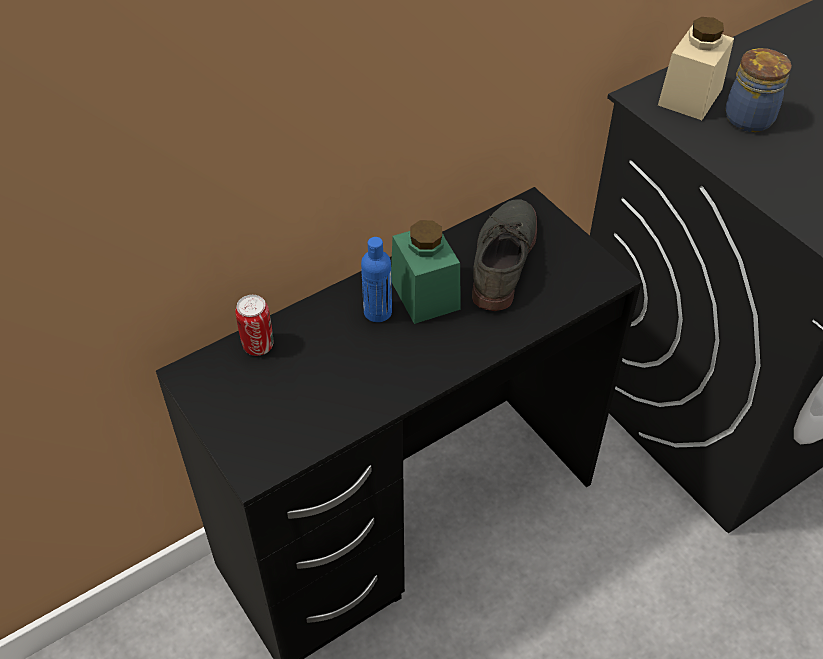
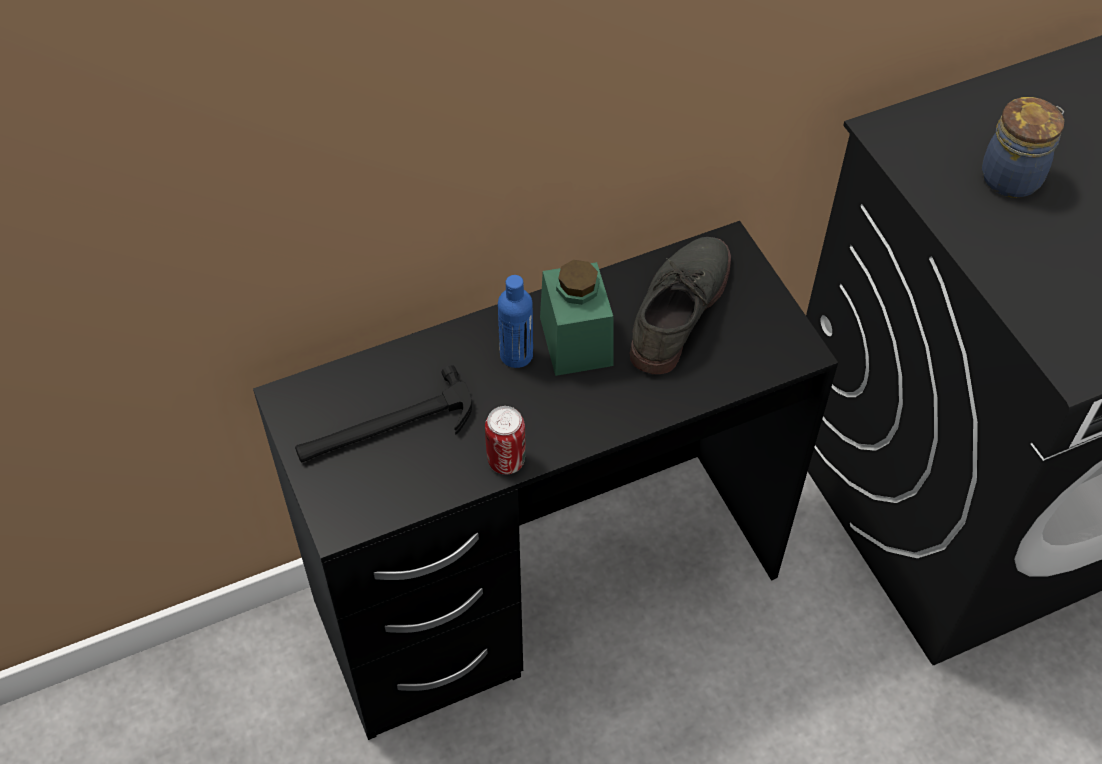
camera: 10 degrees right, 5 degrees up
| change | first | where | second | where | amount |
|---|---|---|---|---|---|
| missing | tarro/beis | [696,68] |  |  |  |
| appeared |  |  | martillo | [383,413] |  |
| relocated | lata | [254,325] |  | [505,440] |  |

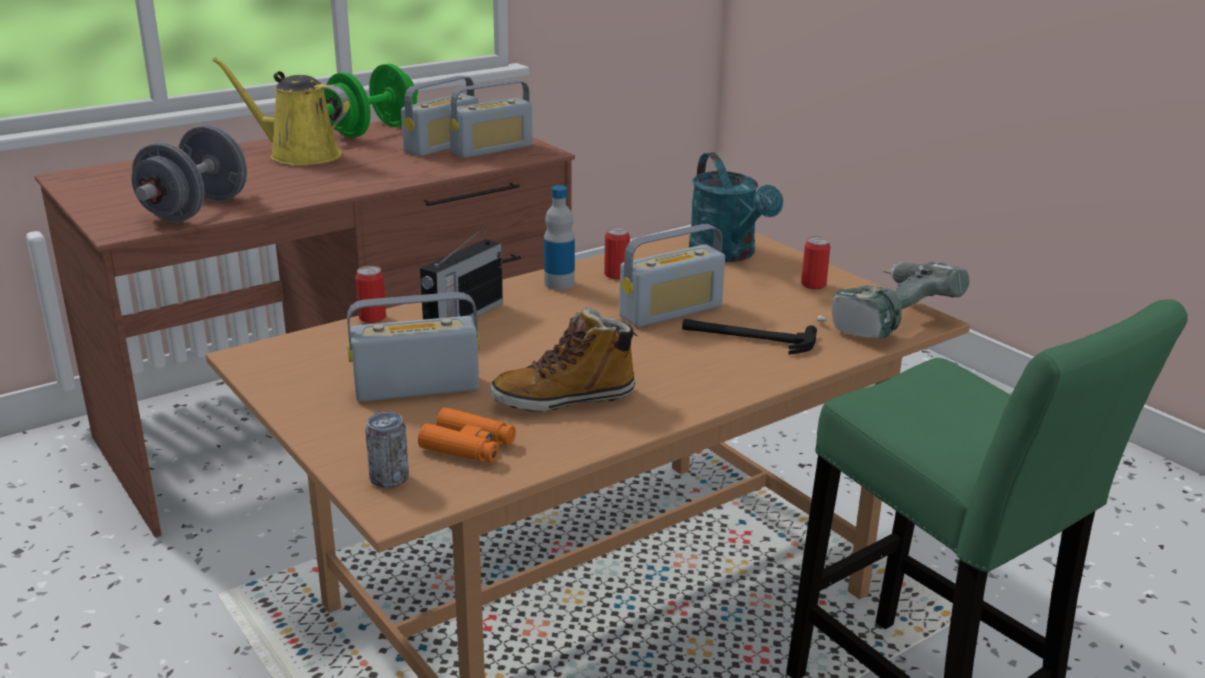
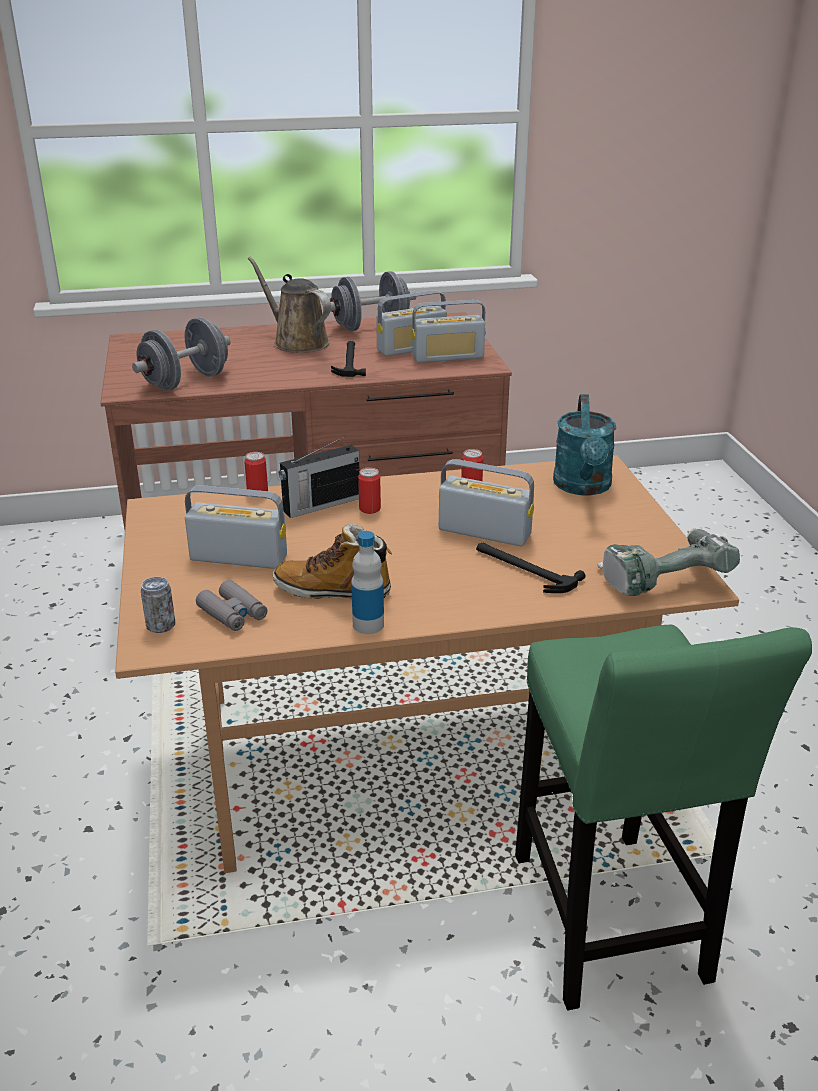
camera: 25 degrees right, 5 degrees up
| change | first | where | second | where | amount |
|---|---|---|---|---|---|
| appeared |  |  | martillo | [348,359] |  |
| relocated | botella | [559,237] |  | [367,582] |  |
| relocated | lata | [815,262] |  | [369,490] |  |
| colour | regadera/amarillo | [281,111] | regadera/marrón | [289,305] |  |
| colour | mancuerna/verde | [370,101] | mancuerna/gris | [373,301] |  |
| colour | prismáticos/naranja | [467,435] | prismáticos/gris | [231,605] |  |
| spun | radio | [672,275] |  | [486,502] | 150 degrees counterclockwise |

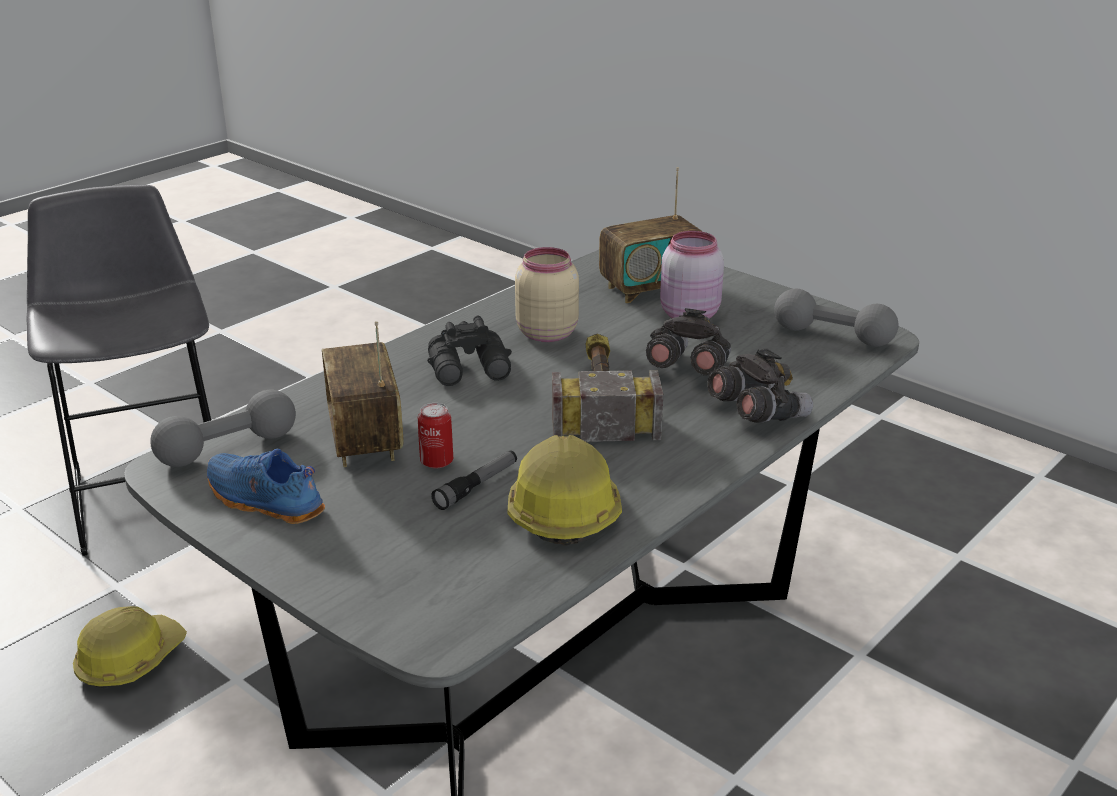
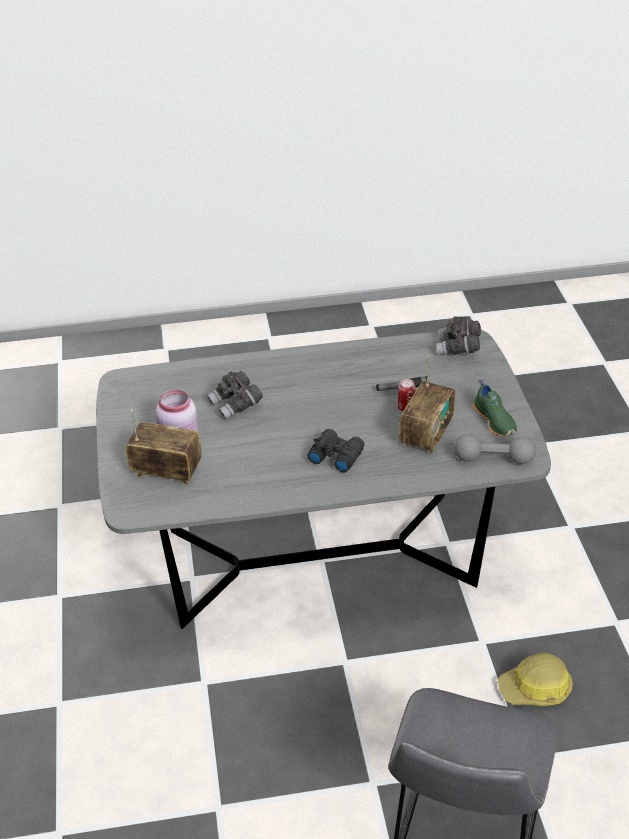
camera: 140 degrees left, 10 degrees up
| change | first | where | second | where | amount |
|---|---|---|---|---|---|
| missing | casco | [565,490] |  |  |  |
| missing | tarro/beis | [547,294] |  |  |  |
| missing | martillo | [607,388] |  |  |  |
| missing | mancuerna/gris | [836,318] |  |  |  |
| relocated | prismáticos/gris | [760,386] |  | [458,335] |  |
| colour | zapato/azul | [266,486] | zapato/verde | [495,408] |  |

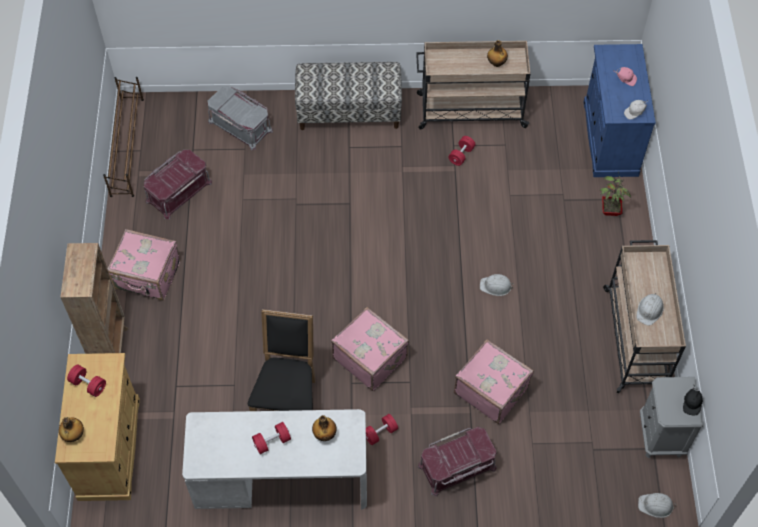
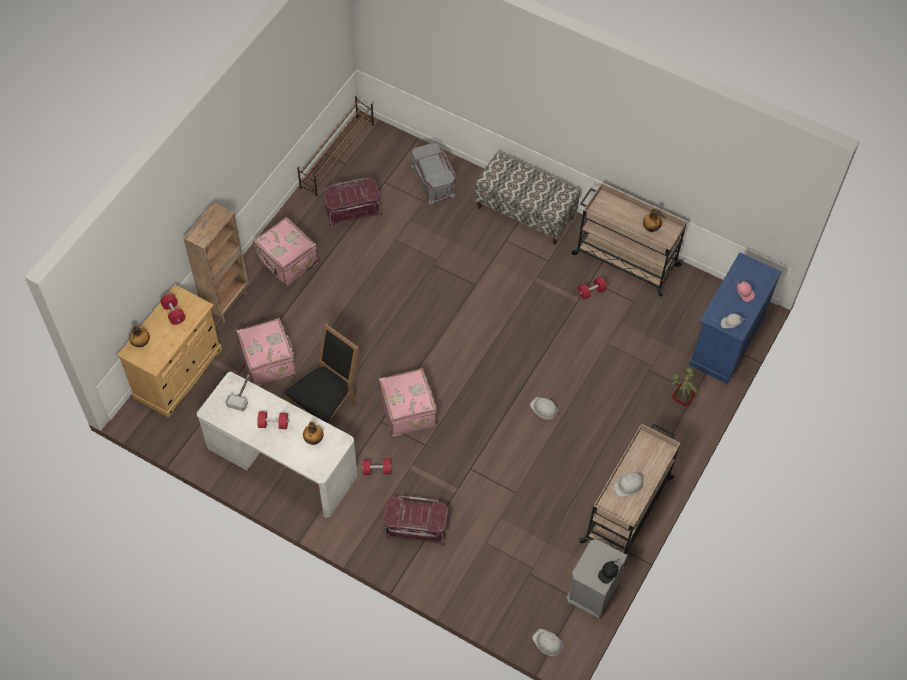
camera: 30 degrees right, 0 degrees up
| change | first | where | second | where | amount |
|---|---|---|---|---|---|
| appeared |  |  | martillo | [238,393] |  |
| relocated | maleta/rosa | [494,381] |  | [266,352] |  |

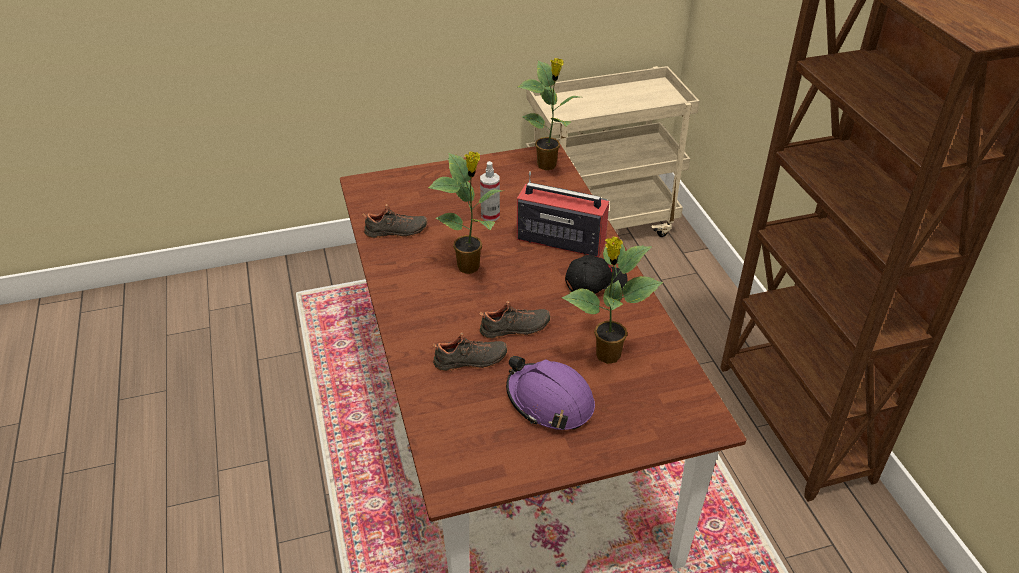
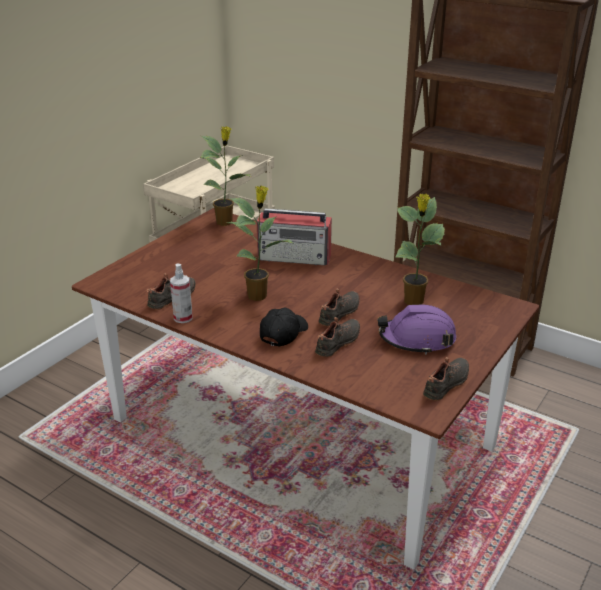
camera: 40 degrees left, 10 degrees down
| change | first | where | second | where | amount |
|---|---|---|---|---|---|
| appeared |  |  | zapato/negro | [446,379] |  |
| relocated | pulverizador | [490,191] |  | [181,293] |  |
| relocated | gorra/negro | [596,274] |  | [284,327] |  |
| spun | radio | [562,214] |  | [294,236] | 150 degrees counterclockwise |

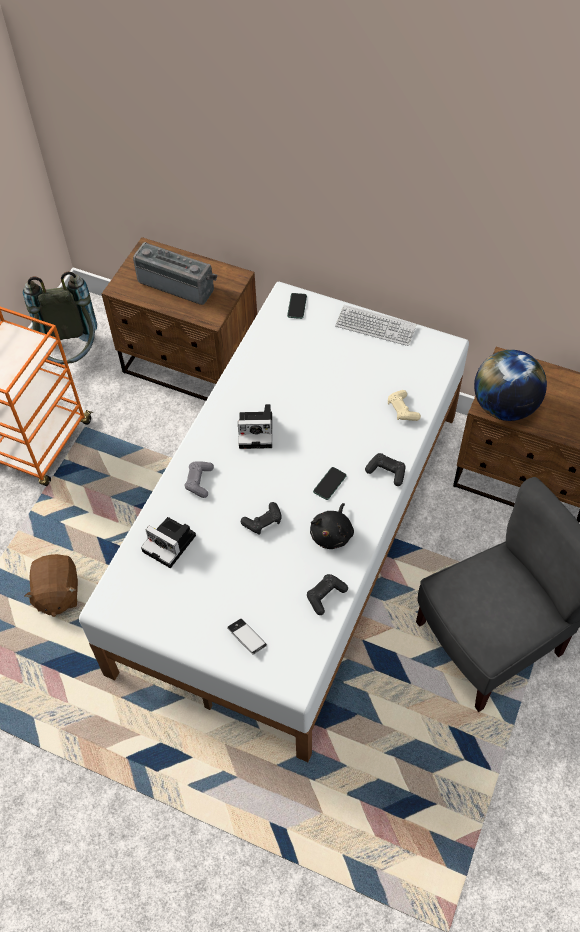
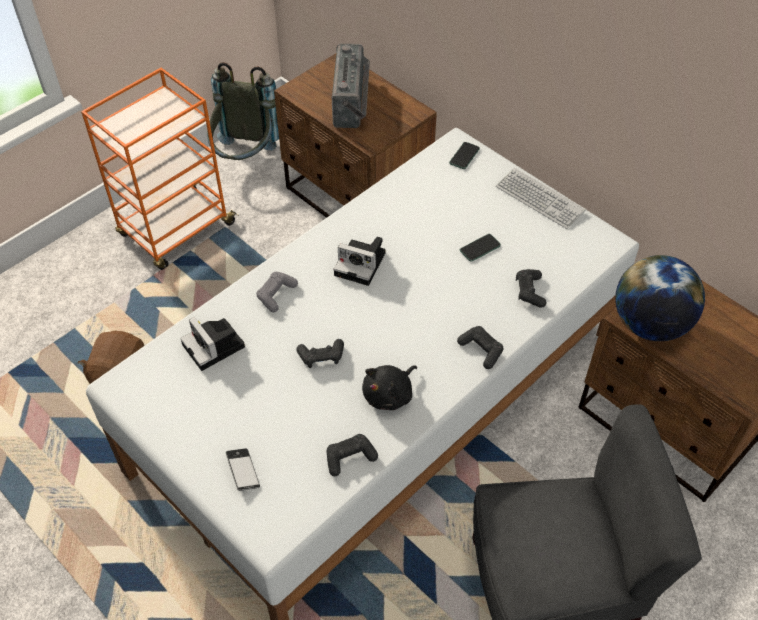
camera: 20 degrees right, 5 degrees down
| change | first | where | second | where | amount |
|---|---|---|---|---|---|
| relocated | móvil | [330,483] |  | [480,248] |  |
| colour | mando de consola/beis | [404,405] | mando de consola/negro | [531,288] |  |
| spun | radio | [175,273] |  | [350,86] | 45 degrees clockwise |

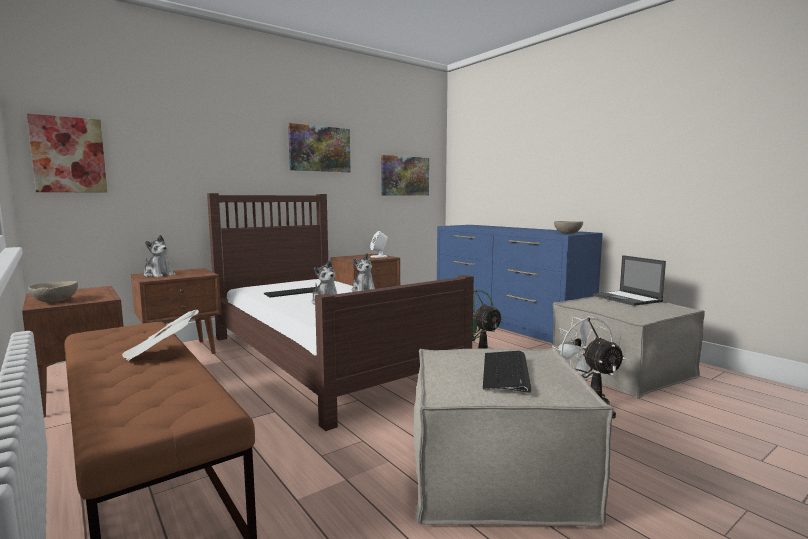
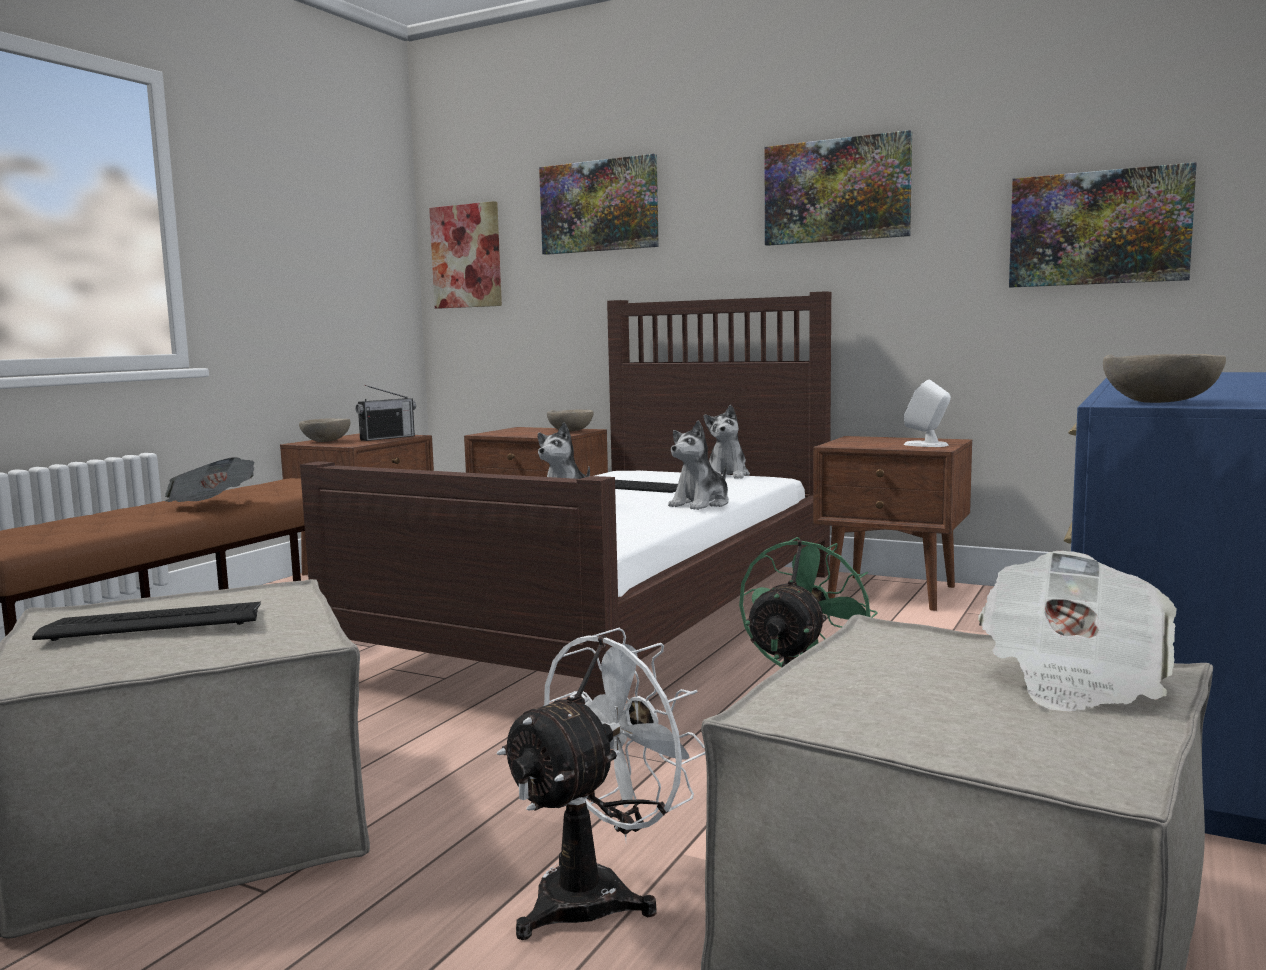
camera: 65 degrees right, 0 degrees up
| change | first | where | second | where | amount |
|---|---|---|---|---|---|
| appeared |  |  | radio | [385,413] |  |
| appeared |  |  | cuadro | [599,204] |  |
| appeared |  |  | cuenco/beis | [570,421] |  |
| relocated | peluche | [160,256] |  | [727,442] |  |
| exchanged | portátil | [629,280] | periódico | [1077,631] |  |

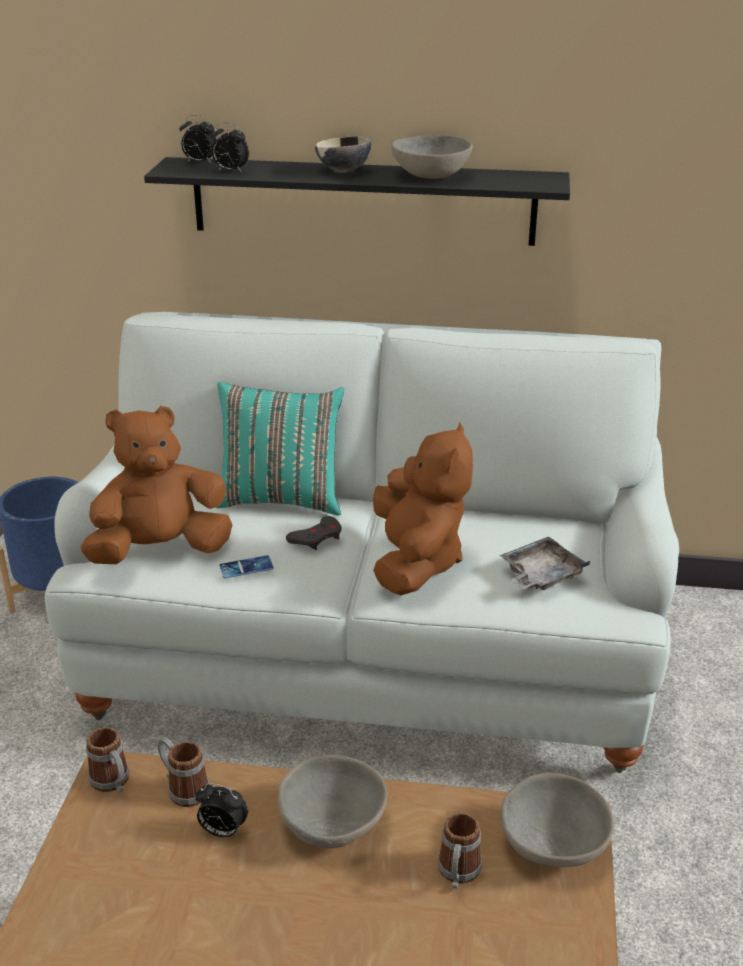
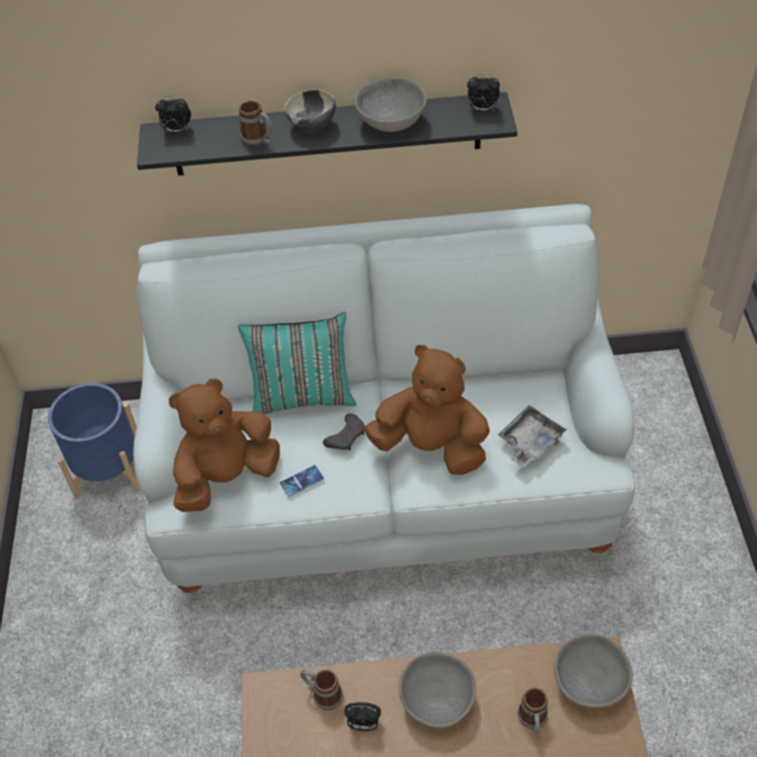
camera: 10 degrees left, 20 degrees up
| change | first | where | second | where | amount |
|---|---|---|---|---|---|
| relocated | taza grande | [108,760] |  | [255,123] |  |
| relocated | despertador | [230,147] |  | [483,93] |  |
| spun | peluche/marrón | [423,508] |  | [427,410] | 60 degrees counterclockwise |

